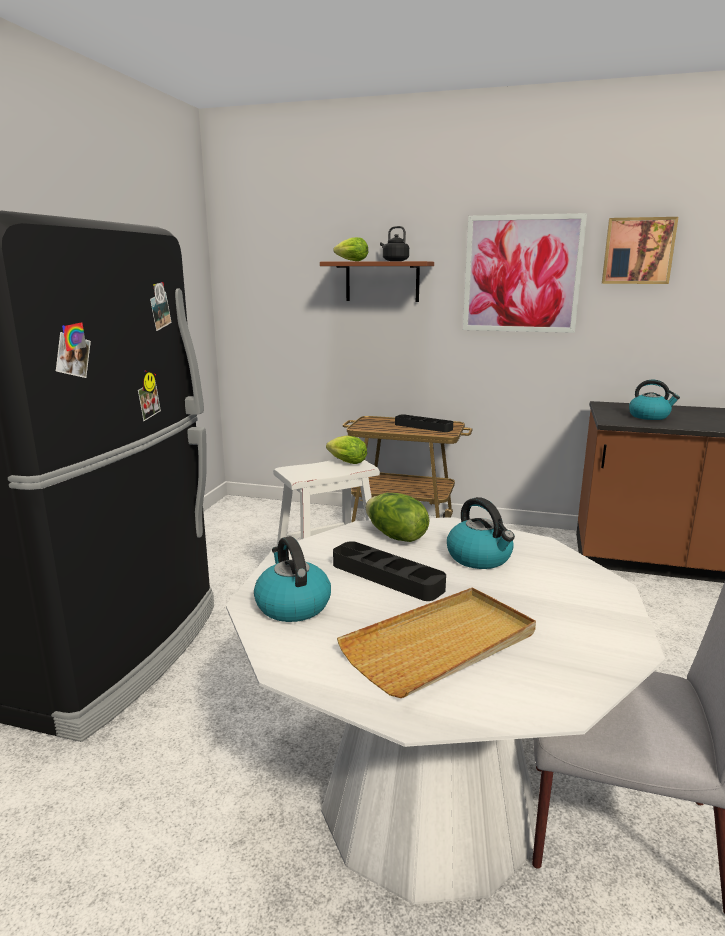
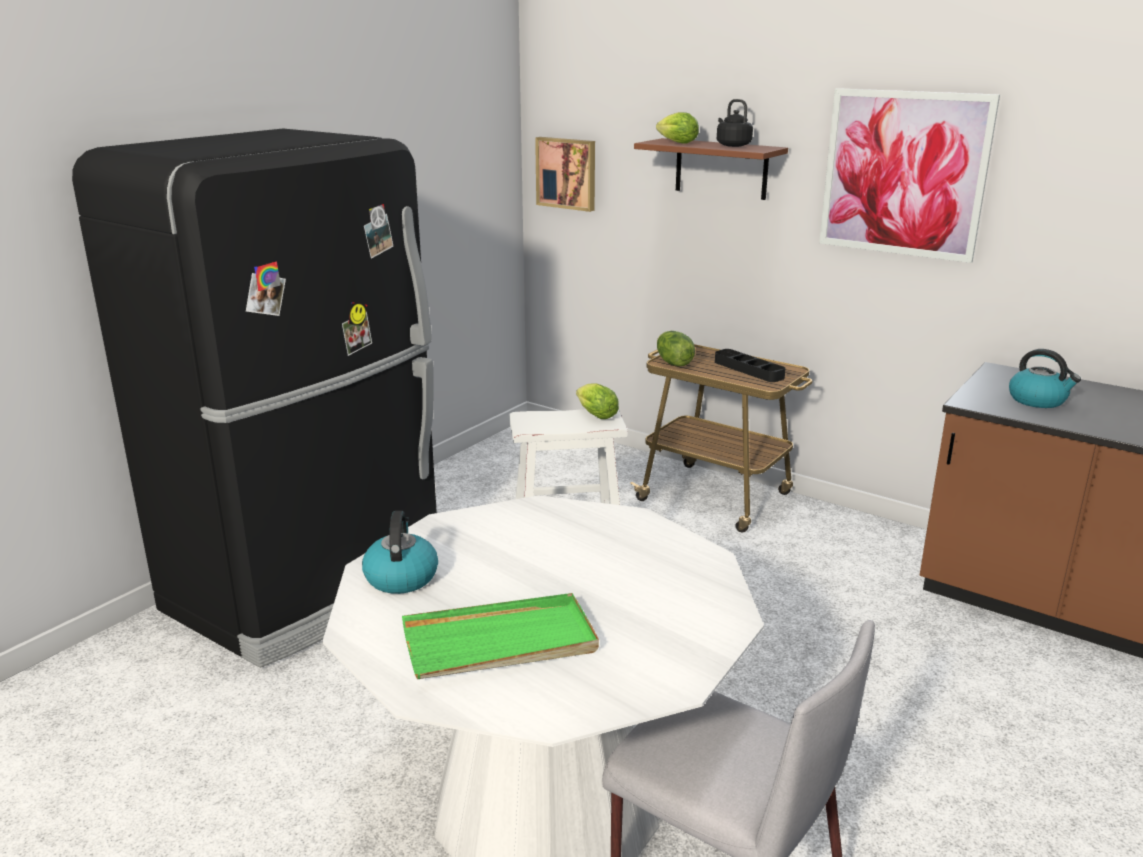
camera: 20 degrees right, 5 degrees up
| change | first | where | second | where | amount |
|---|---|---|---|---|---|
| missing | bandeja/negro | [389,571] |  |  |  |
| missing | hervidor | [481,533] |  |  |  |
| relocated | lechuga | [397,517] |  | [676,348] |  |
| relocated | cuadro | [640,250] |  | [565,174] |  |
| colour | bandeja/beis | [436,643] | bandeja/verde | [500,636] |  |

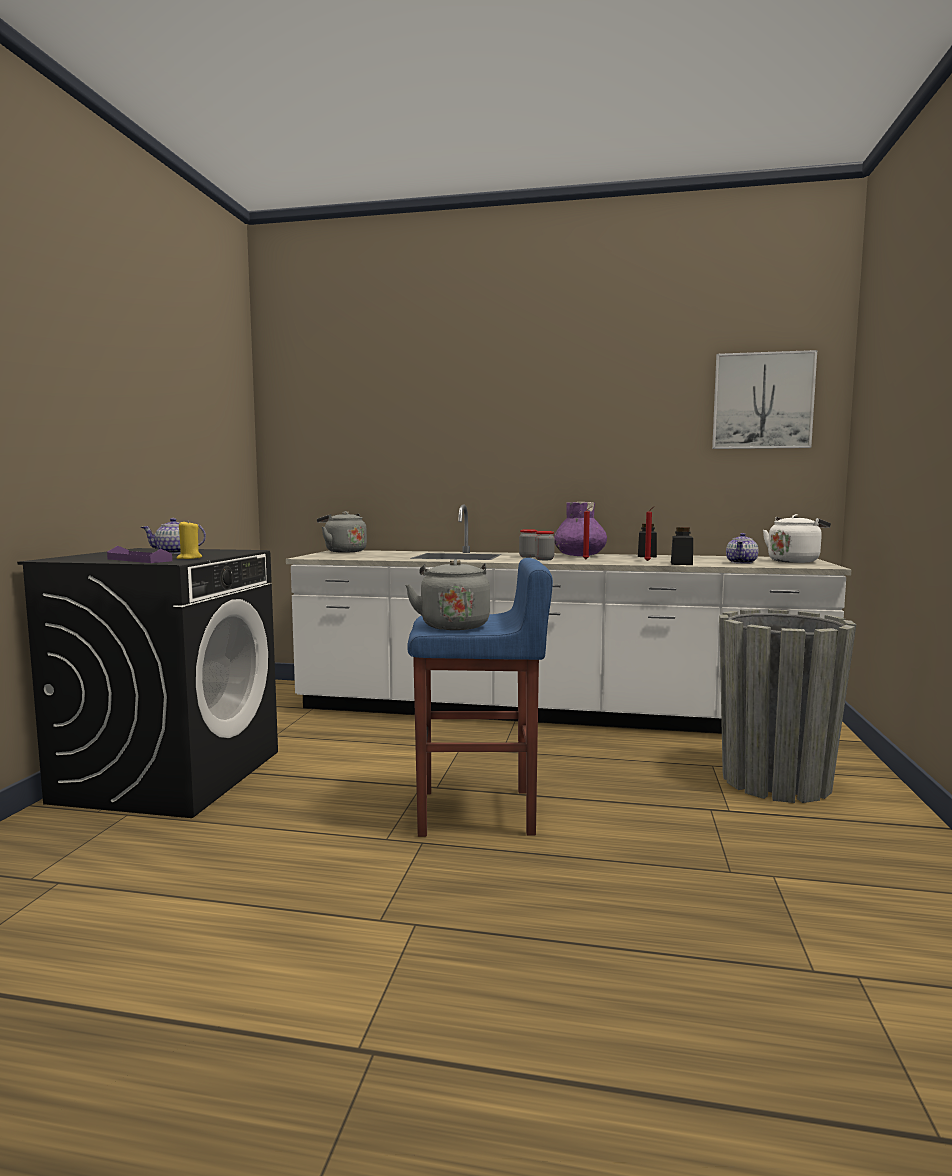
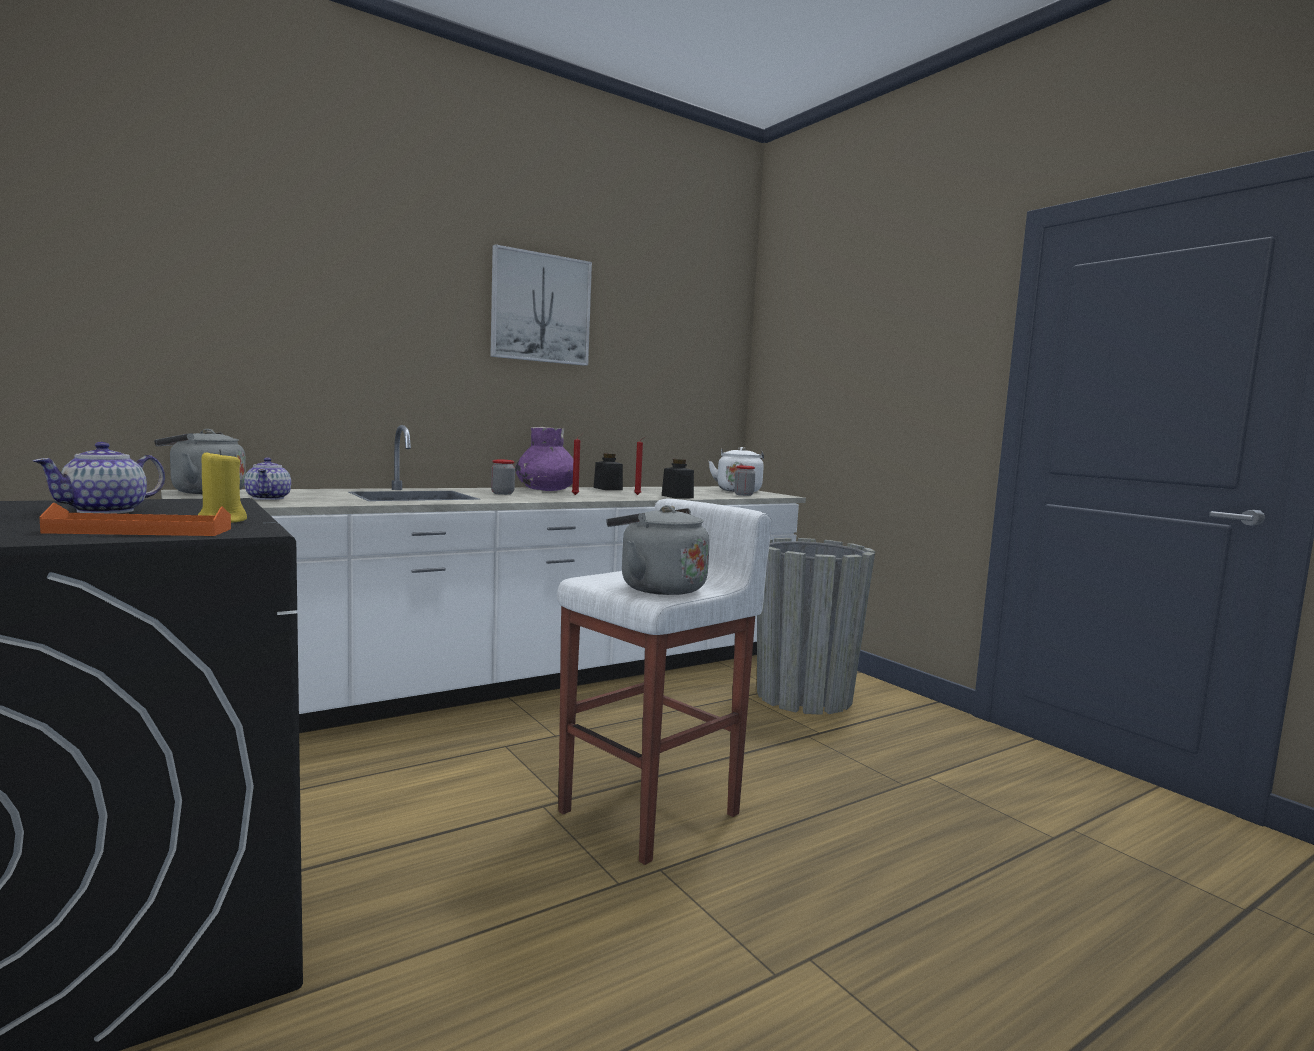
camera: 45 degrees left, 0 degrees up
| change | first | where | second | where | amount |
|---|---|---|---|---|---|
| relocated | tarro | [545,545] |  | [744,480] |  |
| relocated | cuadro | [764,399] |  | [541,305] |  |
| relocated | tetera | [742,548] |  | [267,479] |  |
| colour | bandeja/morado | [139,554] | bandeja/naranja | [135,519] |  |
| colour | taburete/azul | [480,697] | taburete/blanco | [664,681] |  |

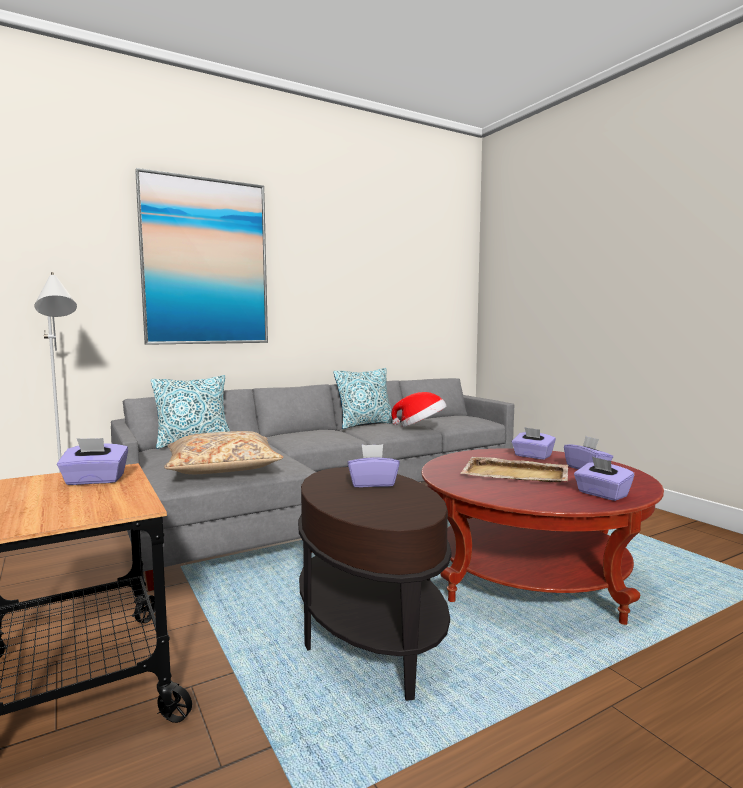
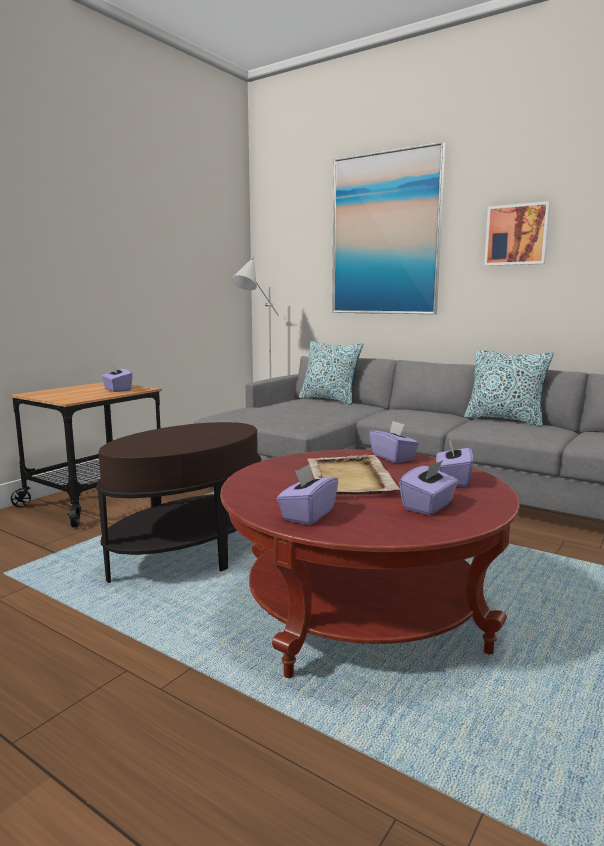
camera: 65 degrees right, 5 degrees up
| change | first | where | second | where | amount |
|---|---|---|---|---|---|
| missing | cojín/beis | [223,452] |  |  |  |
| missing | sombrero | [418,409] |  |  |  |
| appeared |  |  | cuadro | [517,233] |  |
| relocated | caja de pañuelos/morado | [373,466] |  | [394,442] |  |

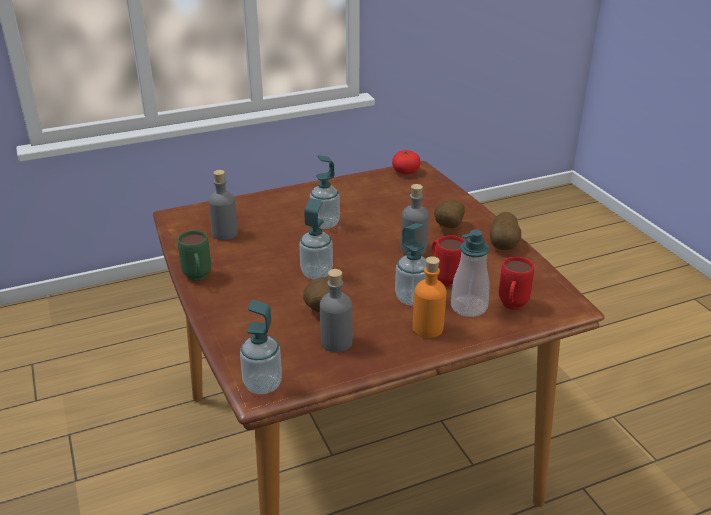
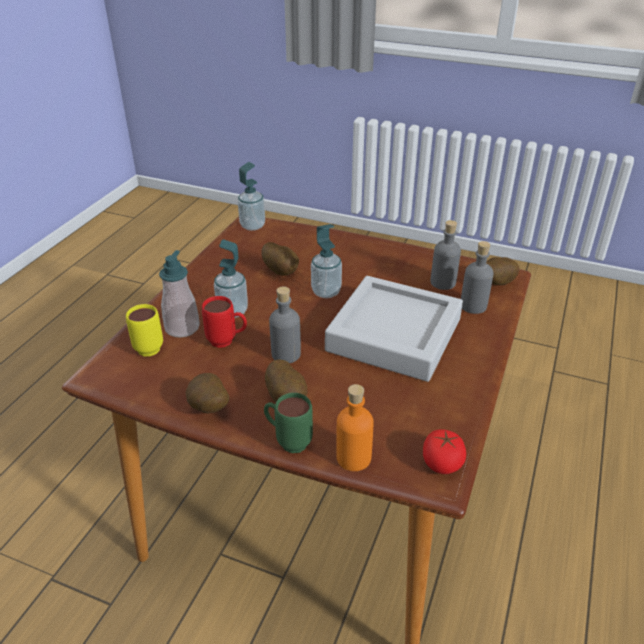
camera: 135 degrees right, 5 degrees up
| change | first | where | second | where | amount |
|---|---|---|---|---|---|
| appeared |  |  | patata | [503,271] |  |
| relocated | taza grande/verde | [194,255] |  | [288,423] |  |
| relocated | botella/gris | [336,310] |  | [477,277] |  |
| relocated | botella/naranja | [429,297] |  | [354,427] |  |
| exchanged | dispensador de jabón | [325,192] | bandeja/gris | [394,329] |  |
| colour | taza grande/rojo | [516,283] | taza grande/amarillo | [144,330] |  |

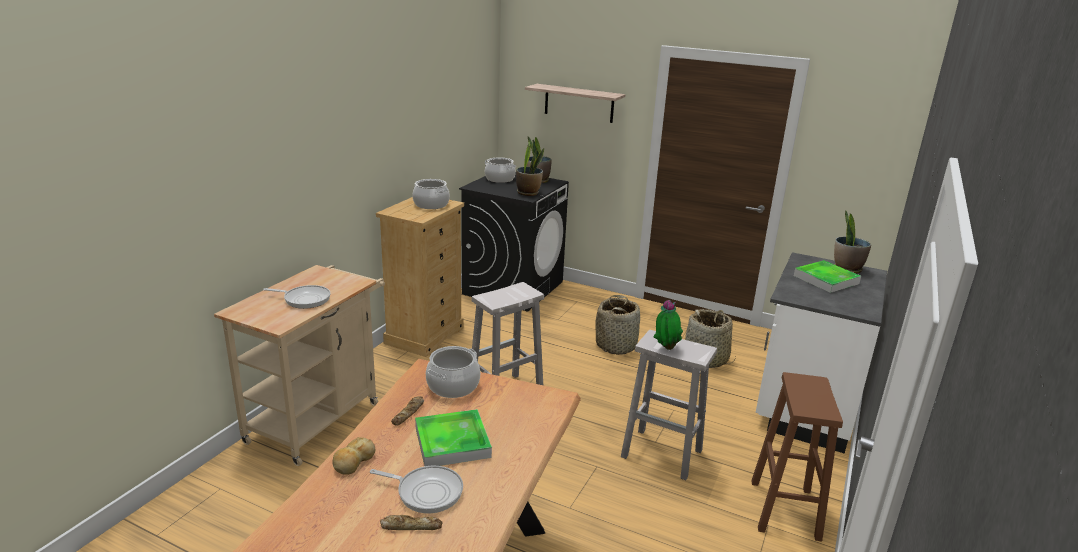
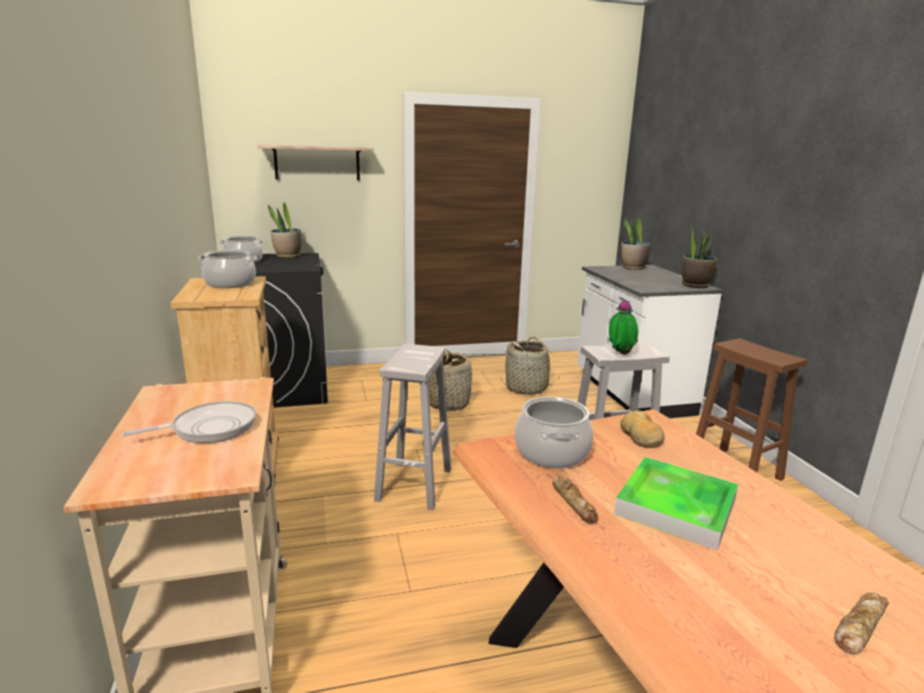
camera: 40 degrees left, 5 degrees down
| change | first | where | second | where | amount |
|---|---|---|---|---|---|
| missing | sartén | [416,489] |  |  |  |
| missing | bandeja | [827,276] |  |  |  |
| relocated | pan | [354,456] |  | [642,429] |  |
| relocated | planta en maceta | [530,169] |  | [699,256] |  |

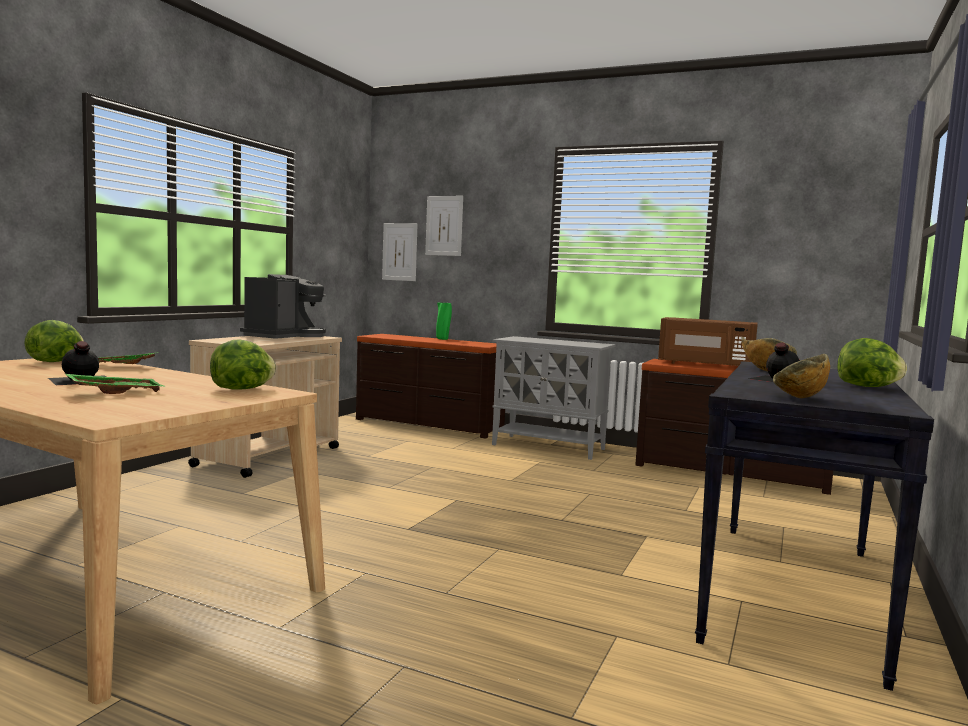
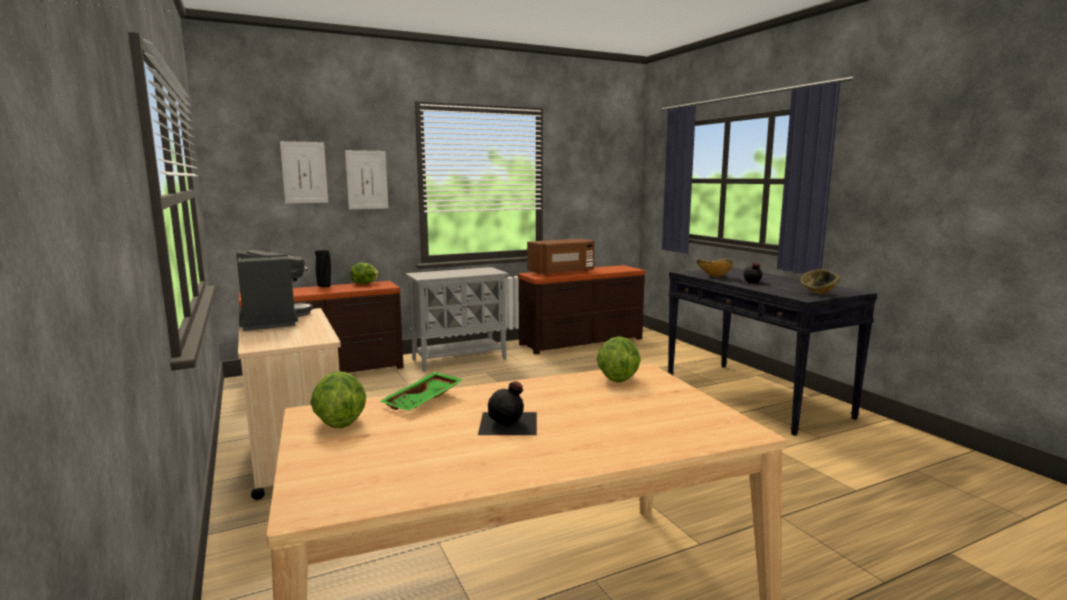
camera: 50 degrees left, 5 degrees up
| change | first | where | second | where | amount |
|---|---|---|---|---|---|
| missing | bandeja/verde | [115,384] |  |  |  |
| relocated | cuadro | [400,252] |  | [366,179] |  |
| relocated | lechuga | [872,362] |  | [365,273] |  |
| colour | florero/verde | [444,321] | florero/negro | [322,268] |  |

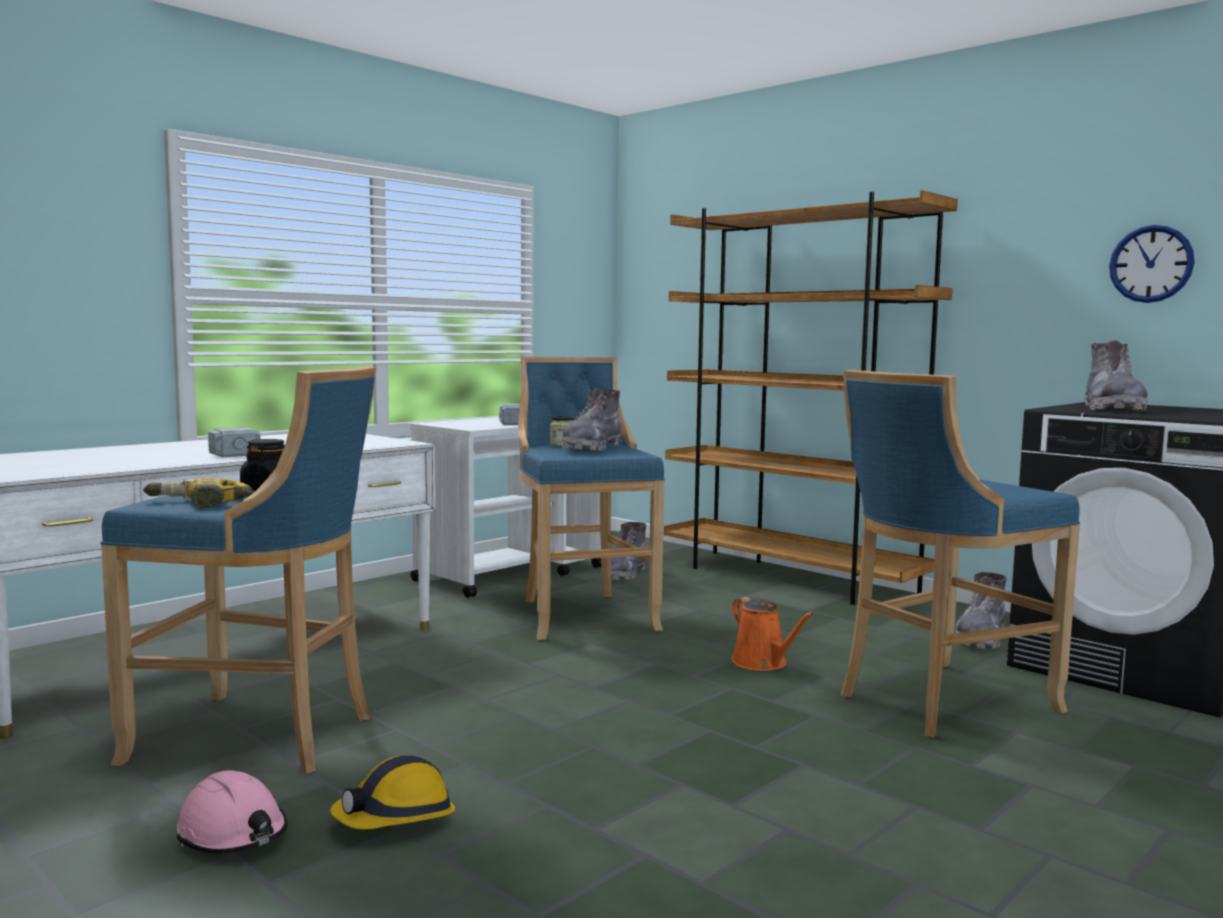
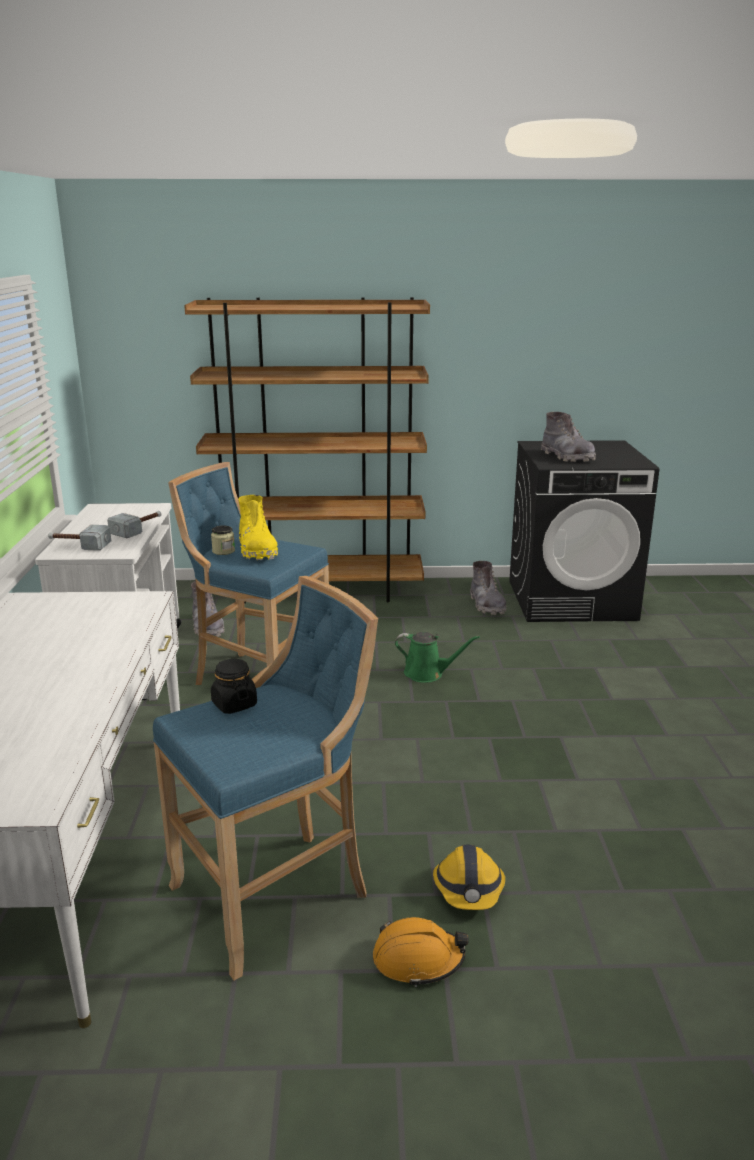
camera: 45 degrees left, 15 degrees up
| change | first | where | second | where | amount |
|---|---|---|---|---|---|
| missing | taladro | [199,492] |  |  |  |
| missing | taburete/azul | [960,553] |  |  |  |
| missing | reloj de pared | [1152,264] |  |  |  |
| relocated | martillo | [234,442] |  | [79,538] |  |
| colour | casco/rosa | [232,812] | casco/naranja | [421,952] |  |
| colour | bota/gris | [591,419] | bota/amarillo | [258,527] |  |
| colour | regadera/naranja | [773,634] | regadera/verde | [437,657] |  |

